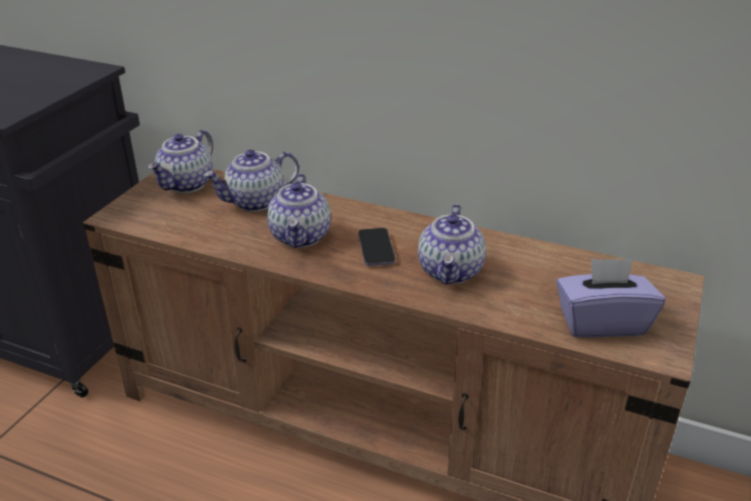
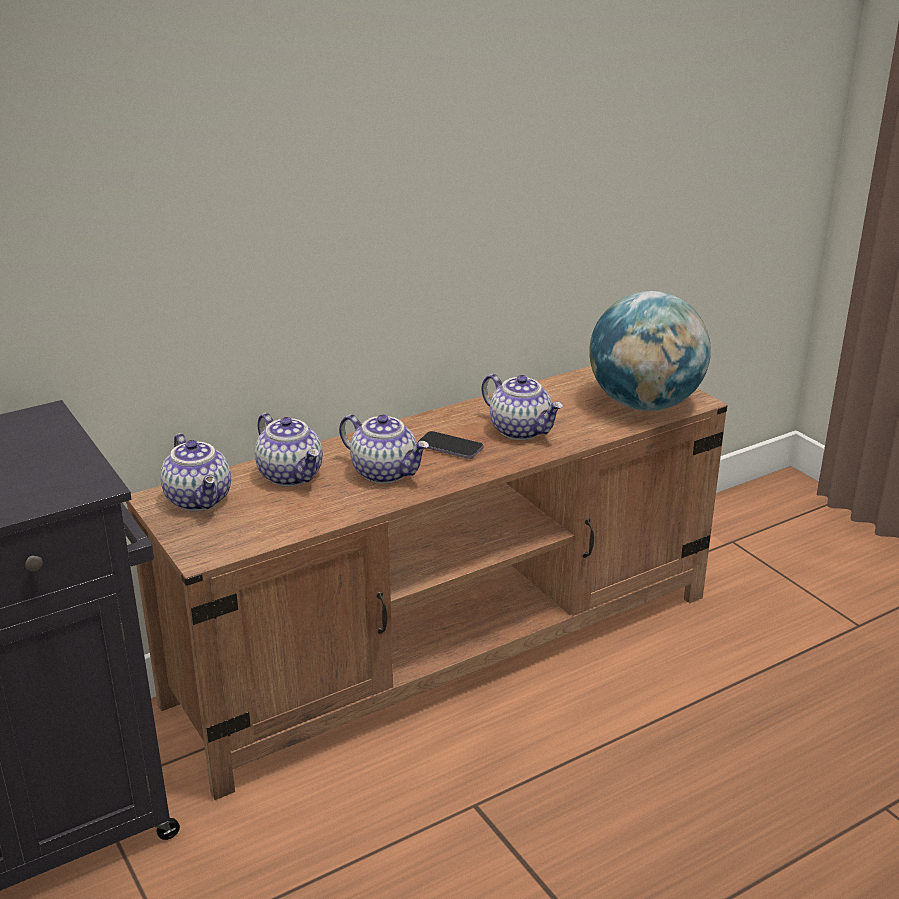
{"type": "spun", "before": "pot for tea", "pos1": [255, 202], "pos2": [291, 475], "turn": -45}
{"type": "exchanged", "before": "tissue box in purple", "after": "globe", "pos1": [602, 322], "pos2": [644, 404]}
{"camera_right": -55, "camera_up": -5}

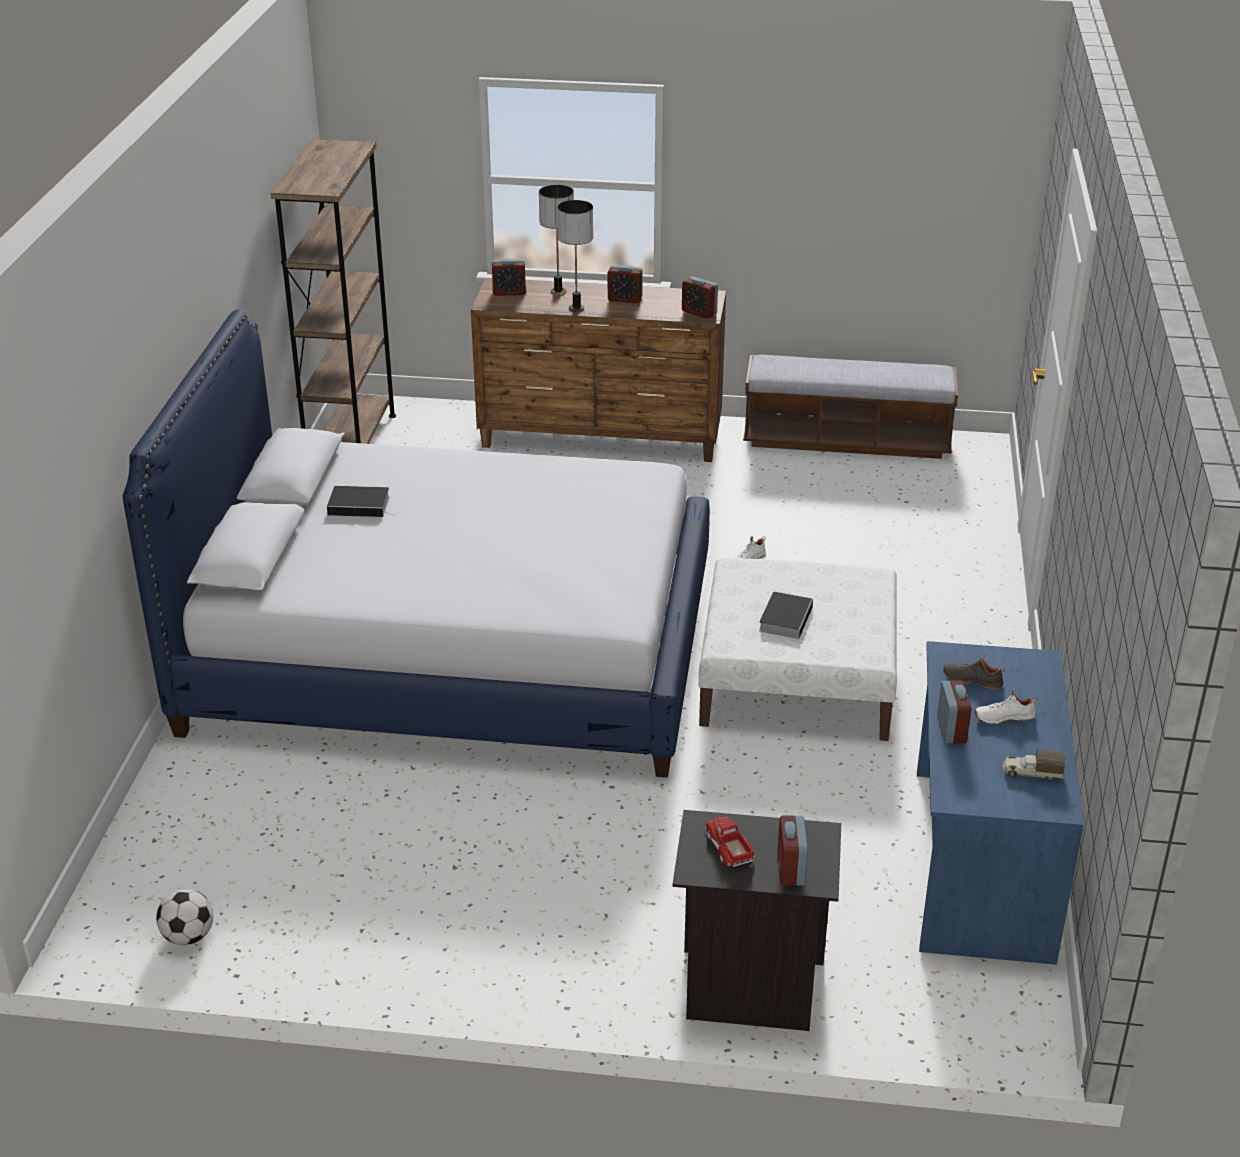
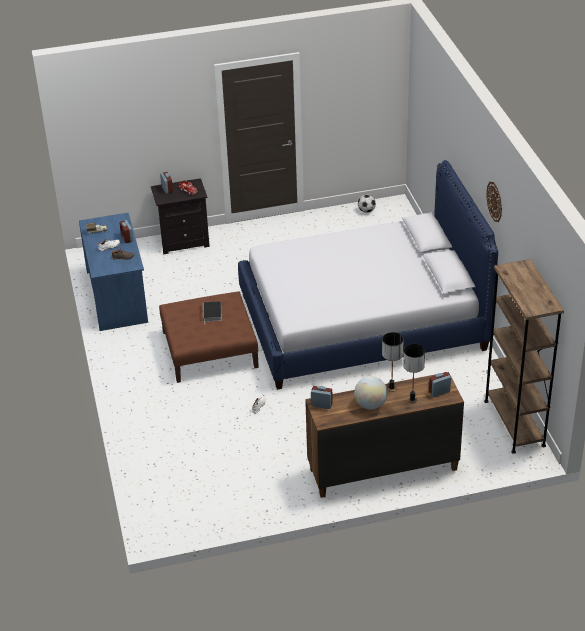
{"type": "missing", "before": "volume", "pos1": [361, 505]}
{"type": "exchanged", "before": "bedside clock", "after": "globe", "pos1": [625, 299], "pos2": [370, 404]}
{"type": "colour", "before": "pouffe in white-coloured", "after": "pouffe in brown-coloured", "pos1": [796, 677], "pos2": [210, 350]}
{"type": "missing", "before": "bench", "pos1": [846, 440]}
{"type": "appeared", "after": "hanging clock", "pos2": [494, 201]}
{"camera_right": 160, "camera_up": 5}

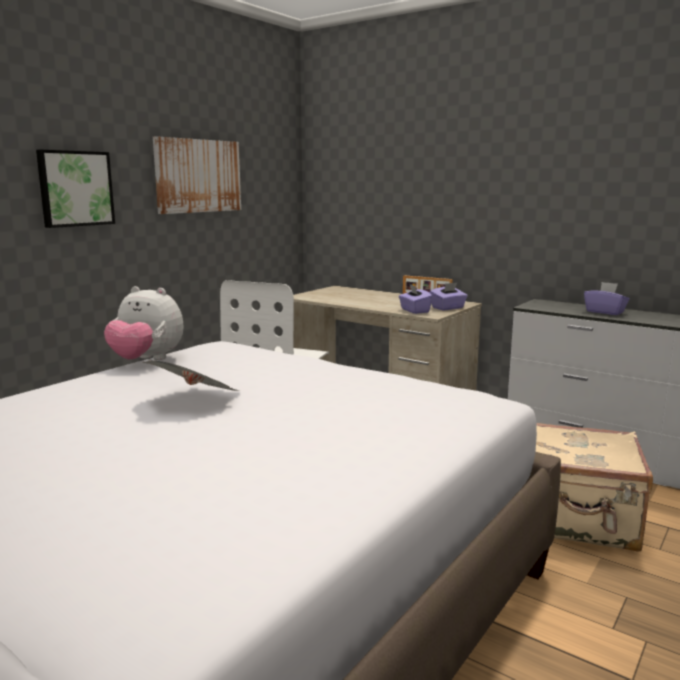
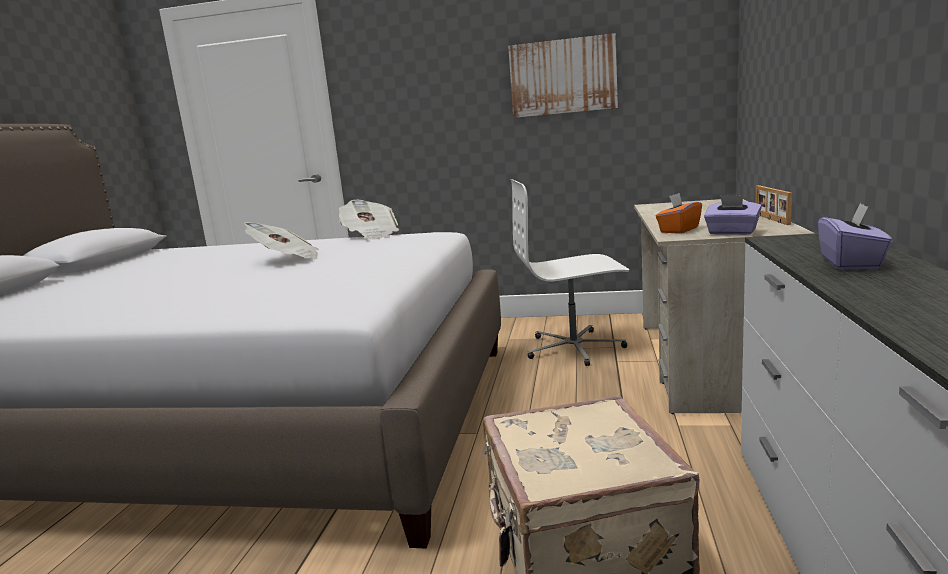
{"type": "missing", "before": "wall art", "pos1": [75, 188]}
{"type": "exchanged", "before": "cuddly toy", "after": "newspaper", "pos1": [146, 360], "pos2": [370, 235]}
{"type": "colour", "before": "tissue box in purple", "after": "tissue box in orangey", "pos1": [414, 311], "pos2": [678, 230]}
{"camera_right": 65, "camera_up": 0}

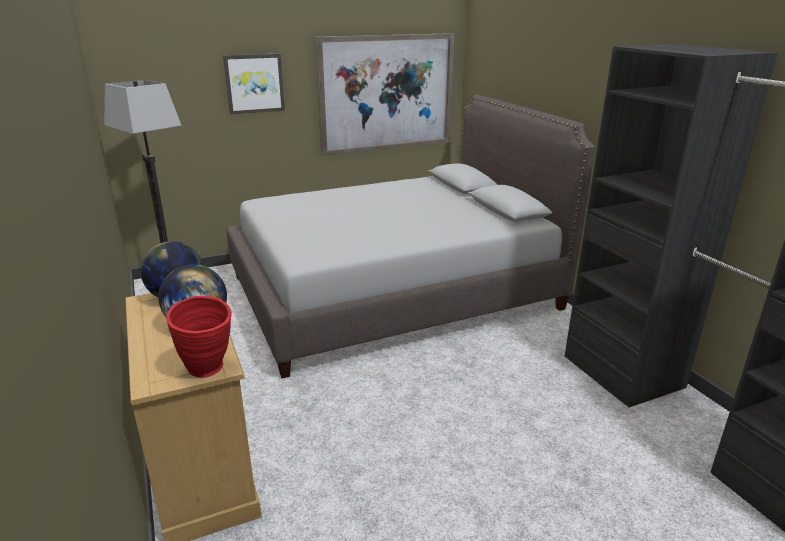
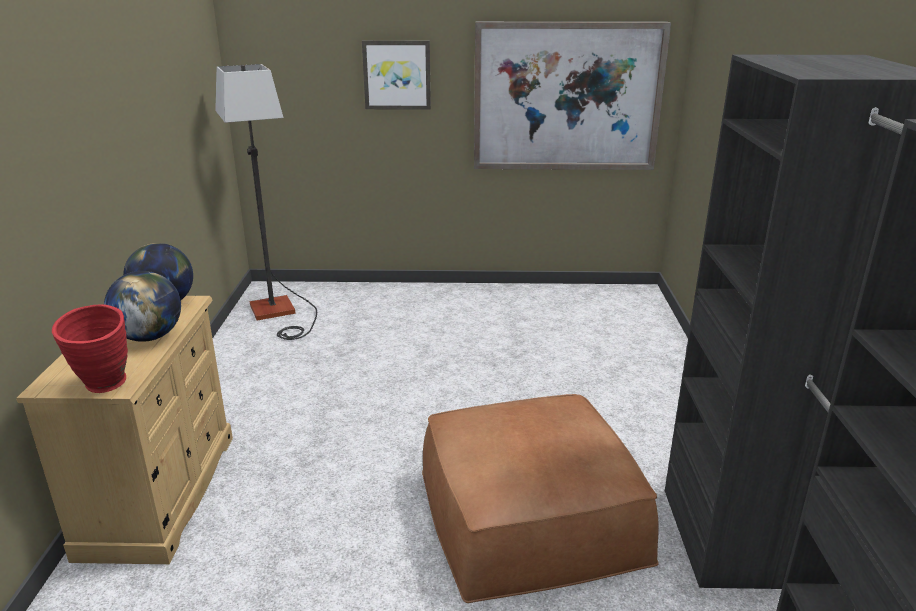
{"type": "missing", "before": "sleeping bed in grey", "pos1": [393, 292]}
{"type": "appeared", "after": "pouffe in brown-coloured", "pos2": [530, 514]}
{"camera_right": 25, "camera_up": 0}

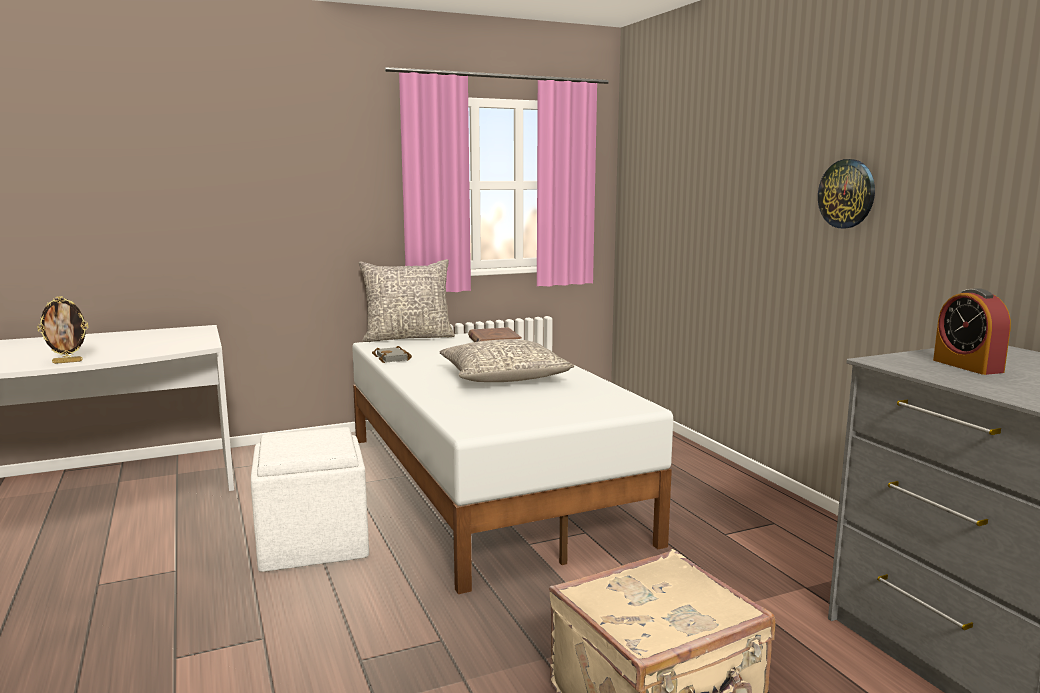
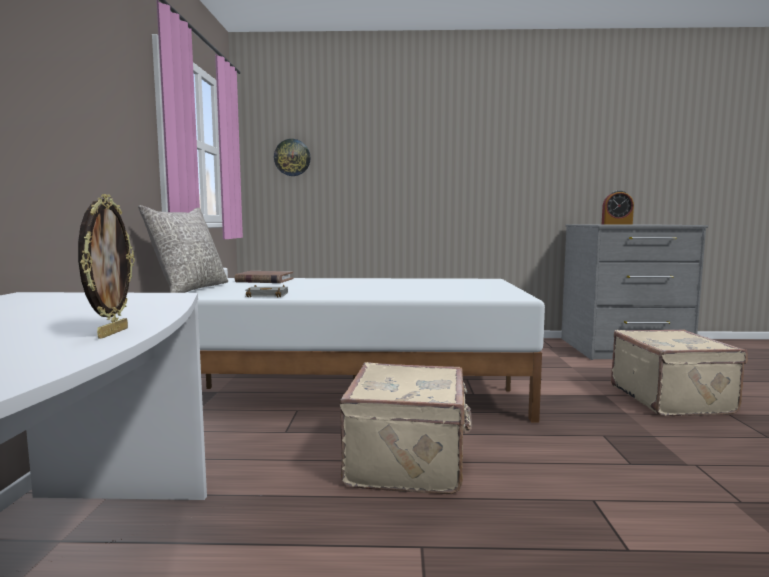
{"type": "exchanged", "before": "pouffe in white-coloured", "after": "piece of luggage in beige-coloured", "pos1": [314, 542], "pos2": [409, 462]}
{"type": "missing", "before": "throw pillow in grey", "pos1": [504, 377]}
{"type": "relocated", "before": "hanging clock", "pos1": [847, 194], "pos2": [292, 157]}
{"camera_right": -65, "camera_up": -5}

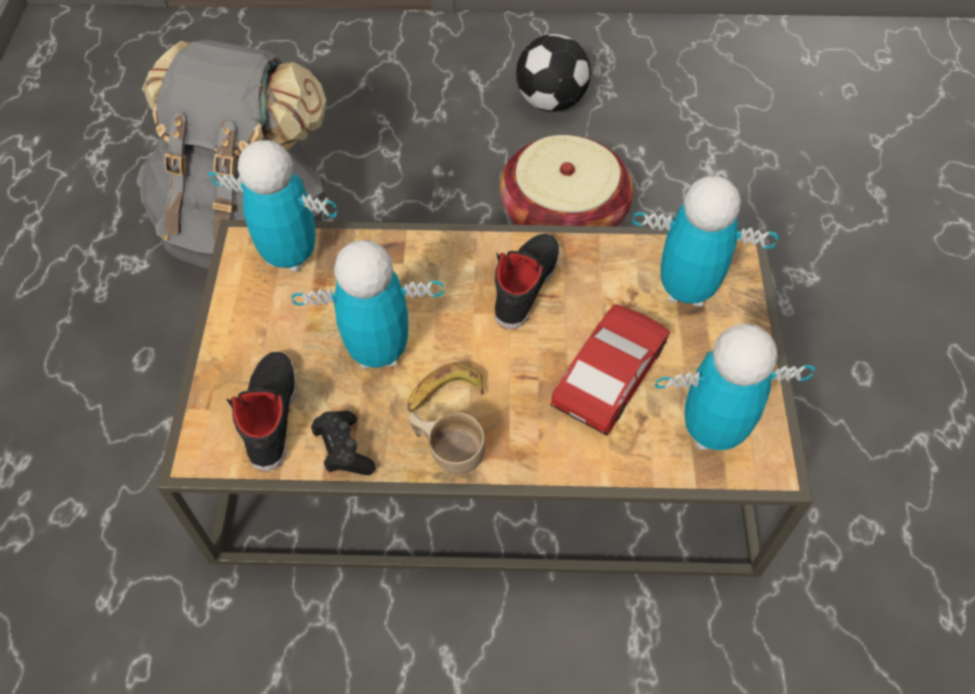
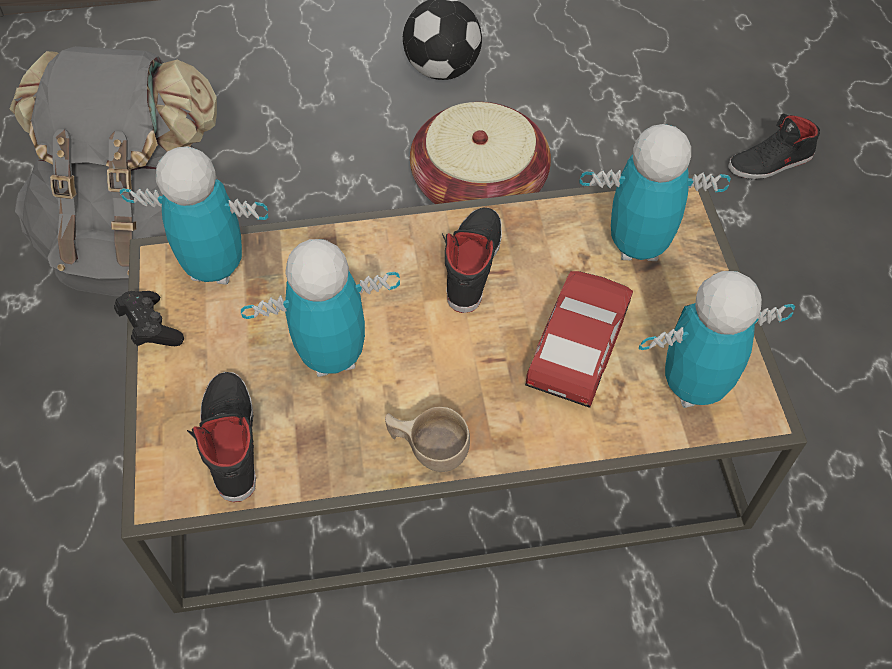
{"type": "relocated", "before": "game controller in black-coloured", "pos1": [344, 450], "pos2": [151, 328]}
{"type": "missing", "before": "whole banana", "pos1": [444, 394]}
{"type": "appeared", "after": "item of footwear in black-coloured", "pos2": [770, 163]}
{"camera_right": -10, "camera_up": 0}

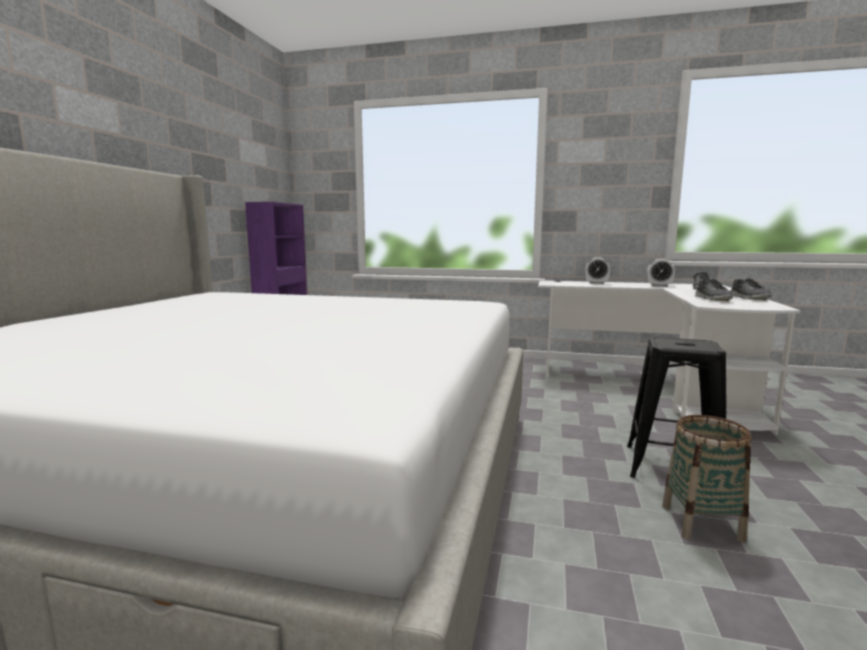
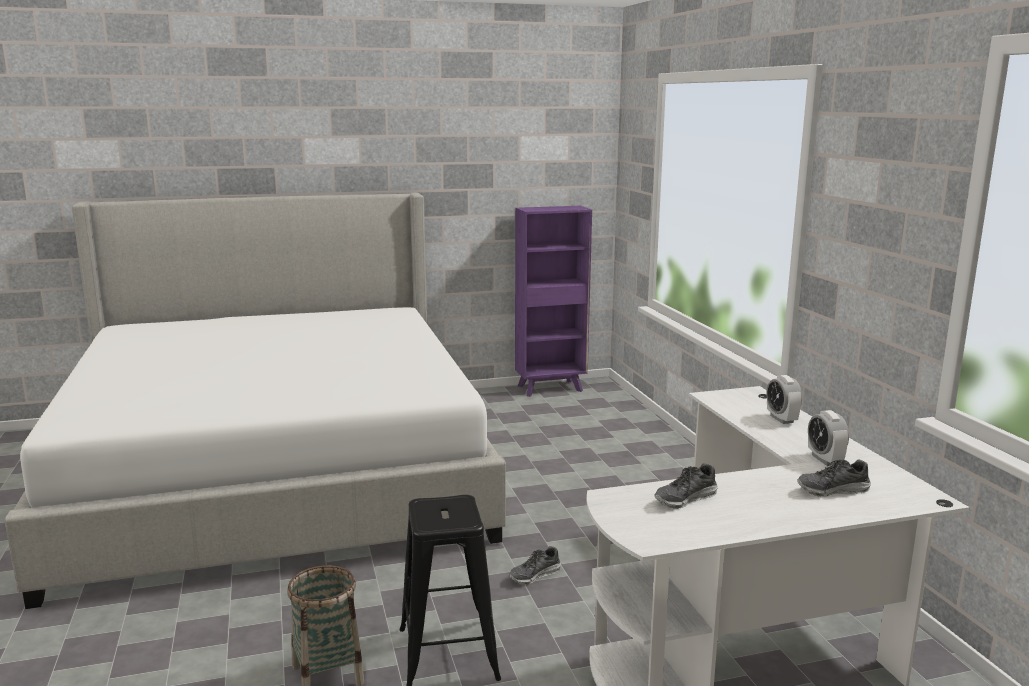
{"type": "relocated", "before": "item of footwear", "pos1": [748, 298], "pos2": [535, 575]}
{"camera_right": 60, "camera_up": 5}

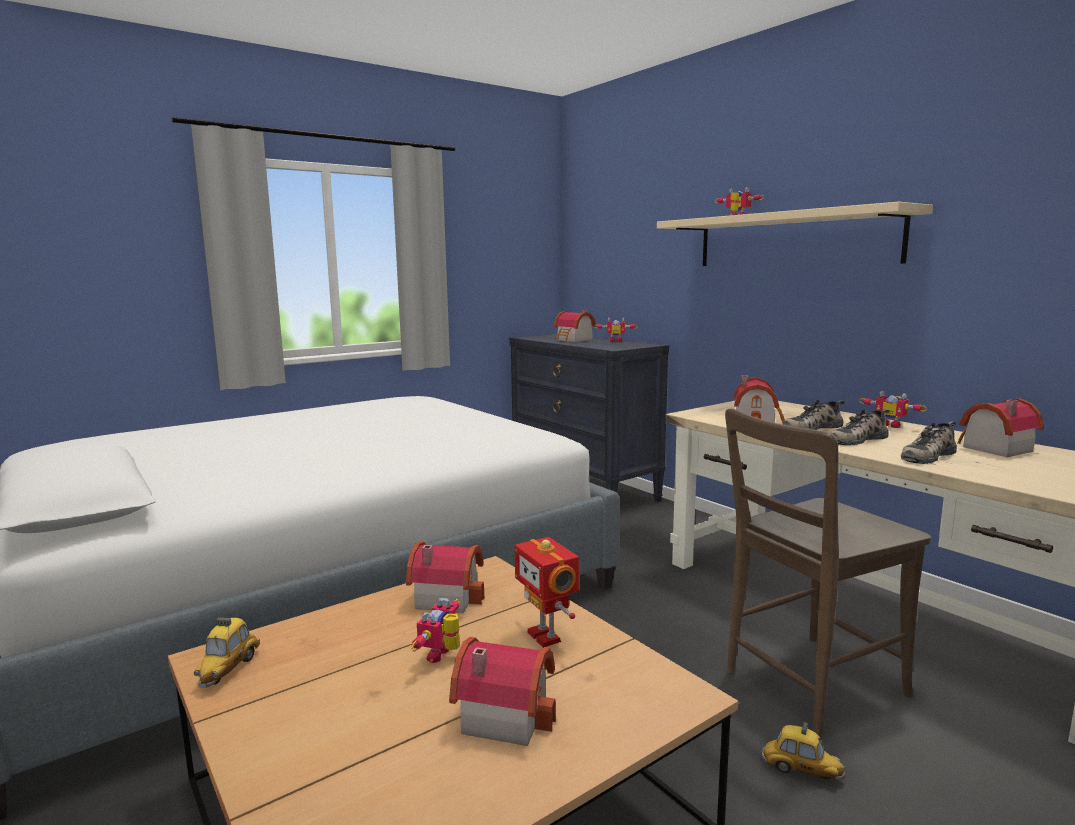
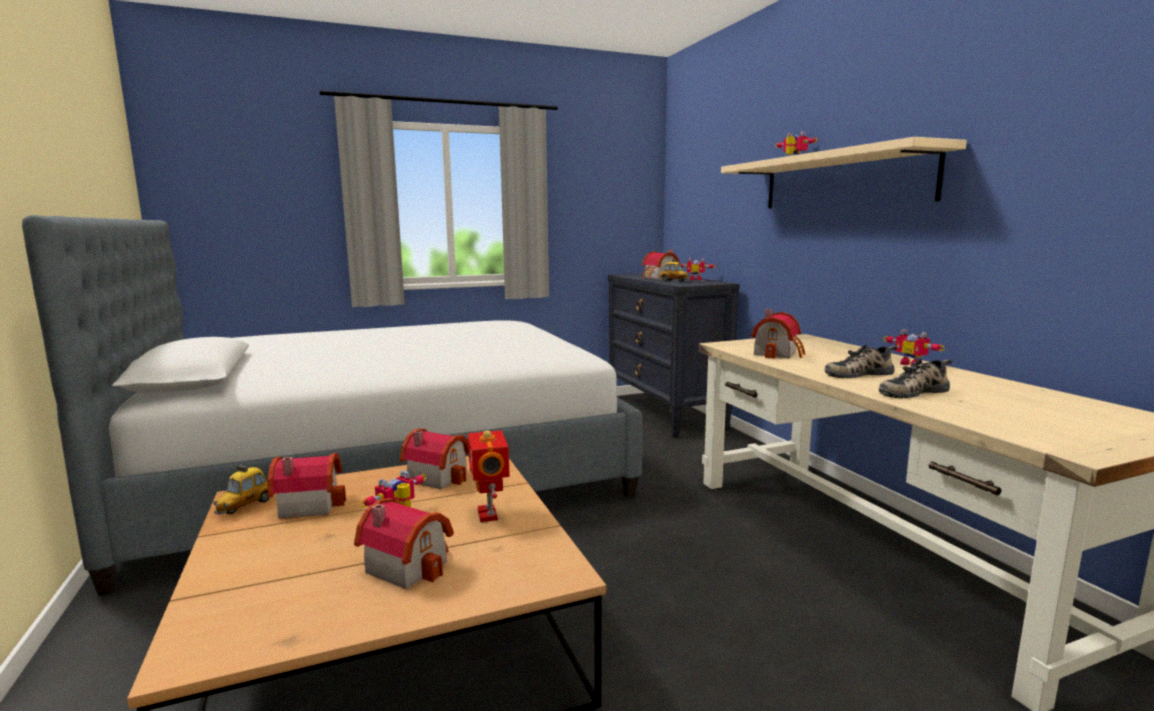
{"type": "missing", "before": "upright chair in brown-coloured", "pos1": [807, 685]}
{"type": "relocated", "before": "model car", "pos1": [801, 770], "pos2": [673, 281]}
{"type": "missing", "before": "item of footwear", "pos1": [812, 427]}
{"type": "relocated", "before": "miniature house", "pos1": [992, 448], "pos2": [308, 504]}
{"camera_right": 15, "camera_up": 0}

